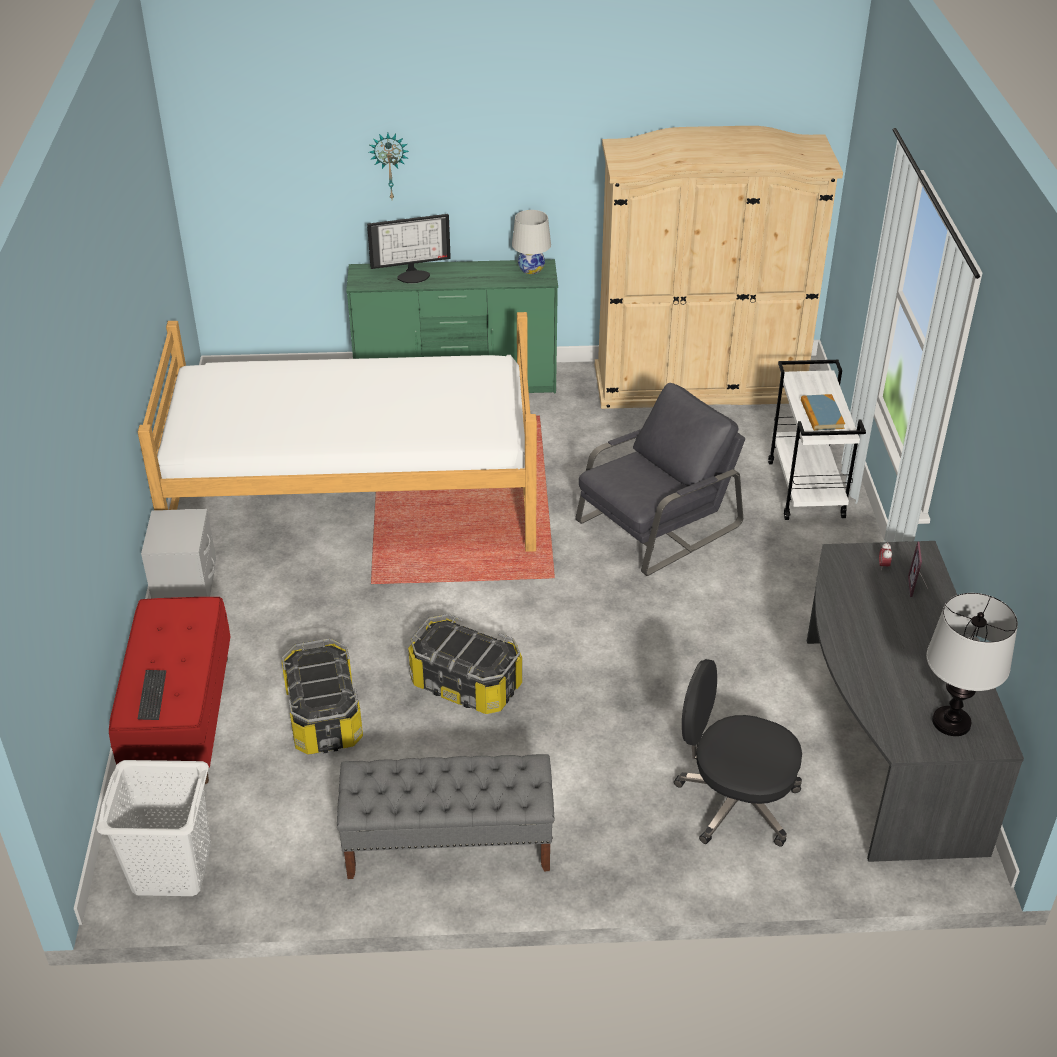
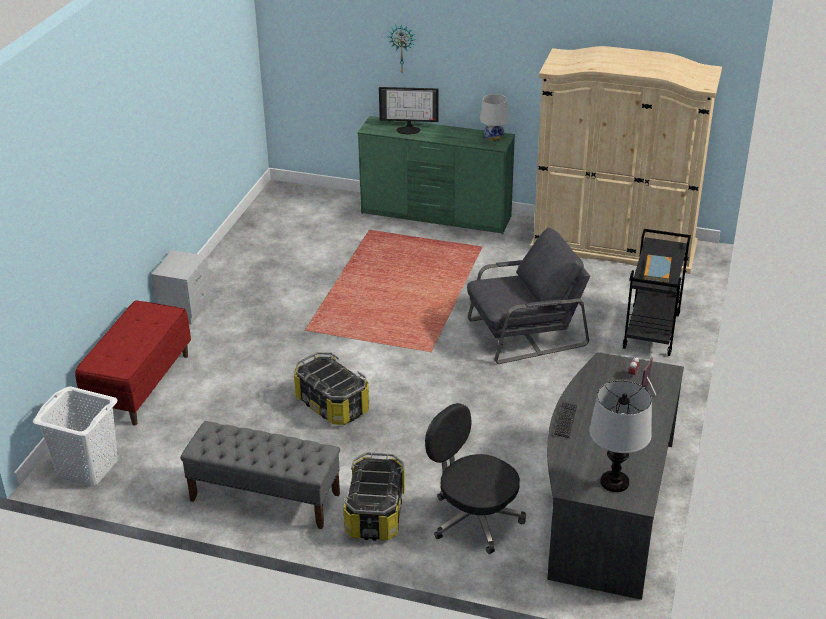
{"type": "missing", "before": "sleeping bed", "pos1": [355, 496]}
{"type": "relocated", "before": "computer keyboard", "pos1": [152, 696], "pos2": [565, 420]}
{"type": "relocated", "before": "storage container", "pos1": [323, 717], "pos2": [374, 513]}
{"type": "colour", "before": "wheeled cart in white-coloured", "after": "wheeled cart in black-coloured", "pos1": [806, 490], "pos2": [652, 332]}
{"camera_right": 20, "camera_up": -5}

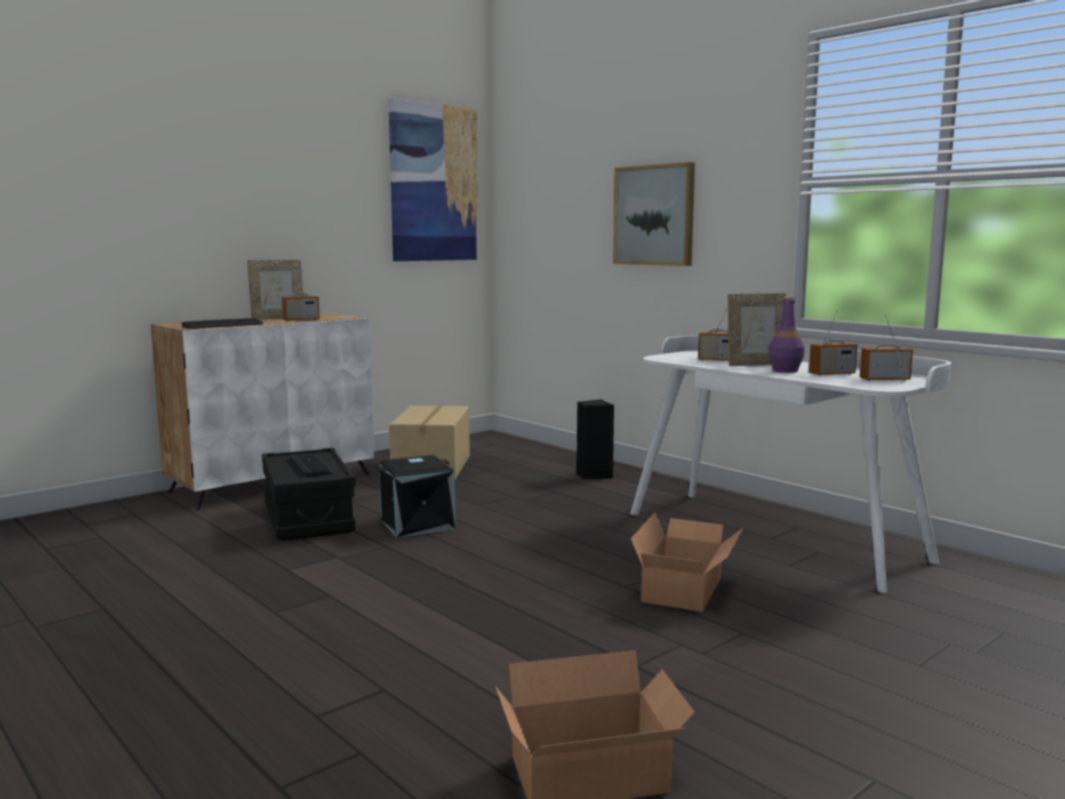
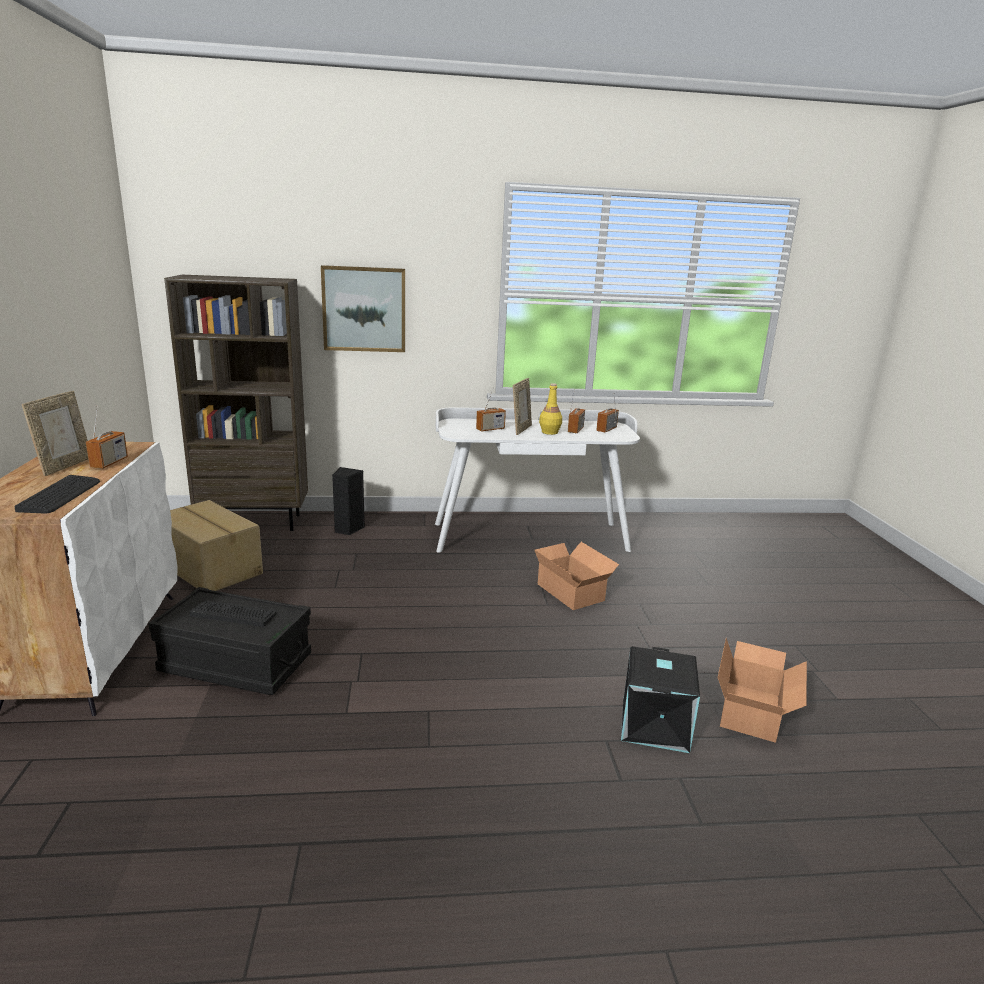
{"type": "relocated", "before": "storage container in black-coloured", "pos1": [417, 524], "pos2": [656, 725]}
{"type": "missing", "before": "wall art", "pos1": [433, 183]}
{"type": "colour", "before": "bottle in purple", "after": "bottle in yellow-coloured", "pos1": [785, 370], "pos2": [549, 432]}
{"type": "appeared", "after": "bookcase in brown-coloured", "pos2": [254, 522]}
{"camera_right": -55, "camera_up": 10}

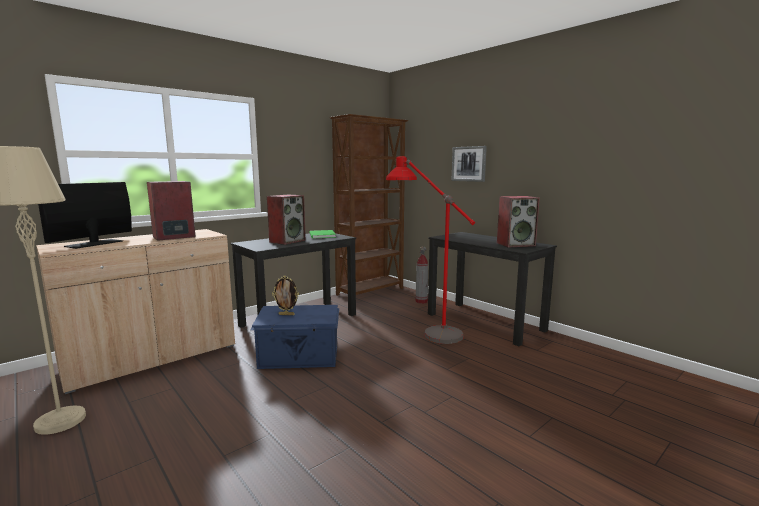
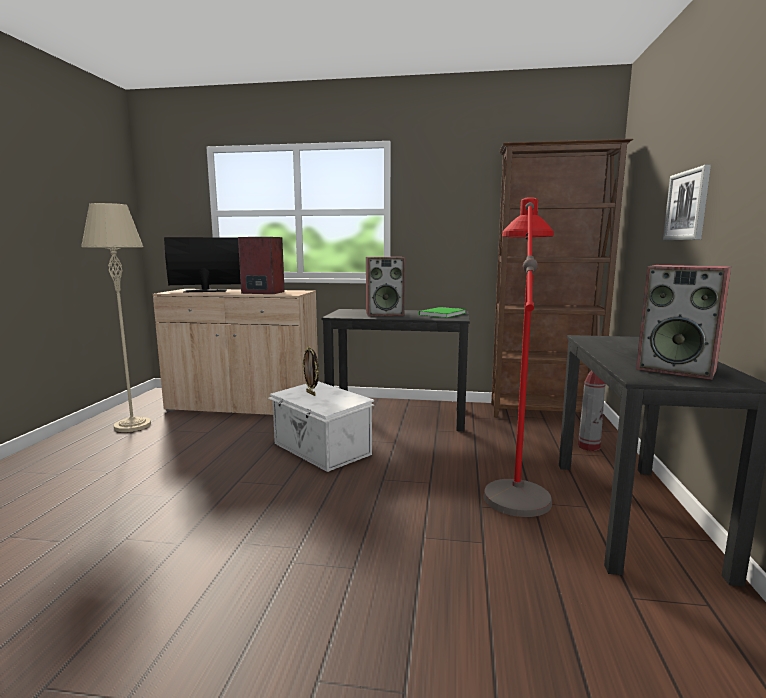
{"type": "colour", "before": "storage container in blue-coloured", "after": "storage container in white-coloured", "pos1": [299, 357], "pos2": [321, 449]}
{"camera_right": 50, "camera_up": 0}

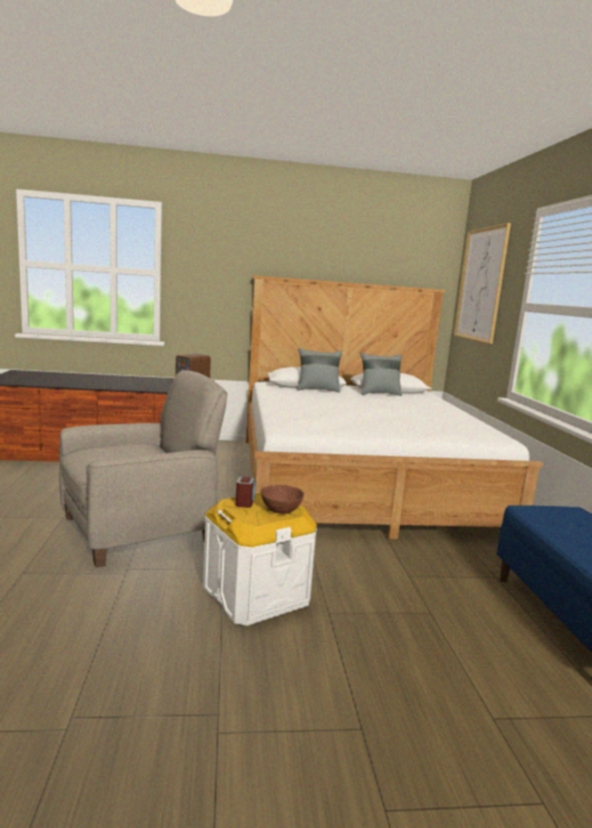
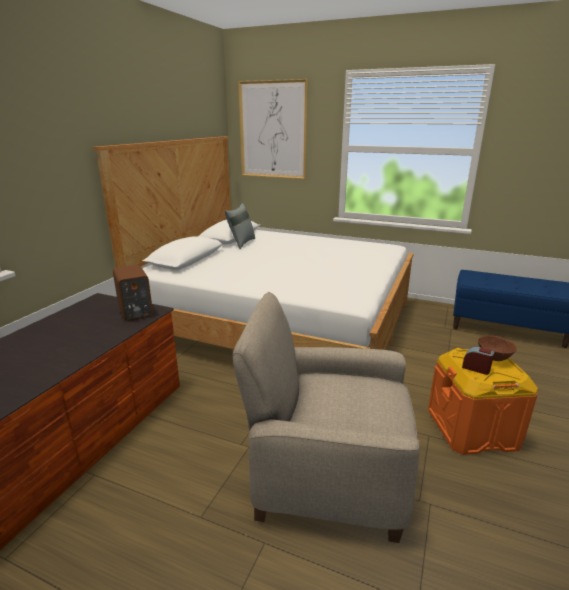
{"type": "spun", "before": "lounge chair in beige-coloured", "pos1": [140, 529], "pos2": [327, 473], "turn": -75}
{"type": "colour", "before": "storage container in white-coloured", "after": "storage container in orangey", "pos1": [255, 594], "pos2": [472, 429]}
{"type": "missing", "before": "throw pillow in grey", "pos1": [317, 390]}
{"camera_right": -60, "camera_up": 10}

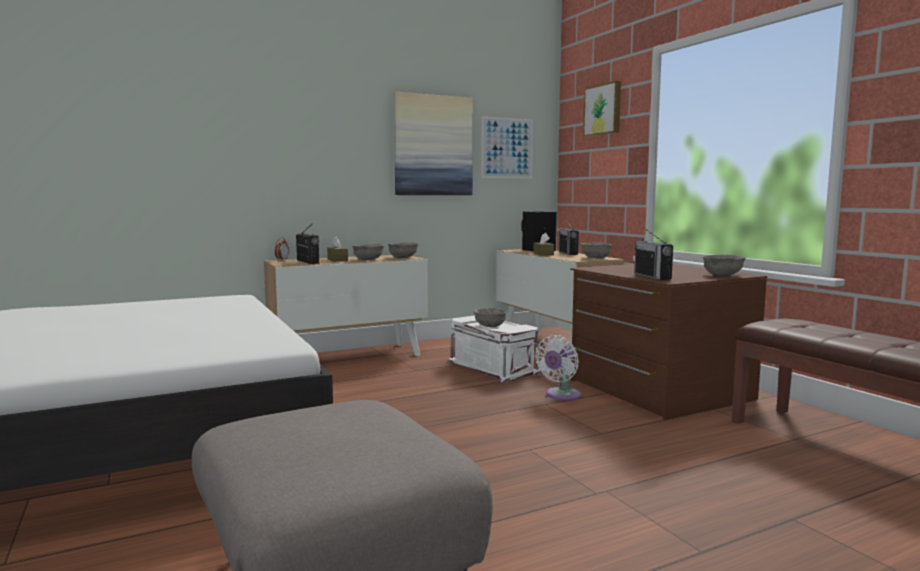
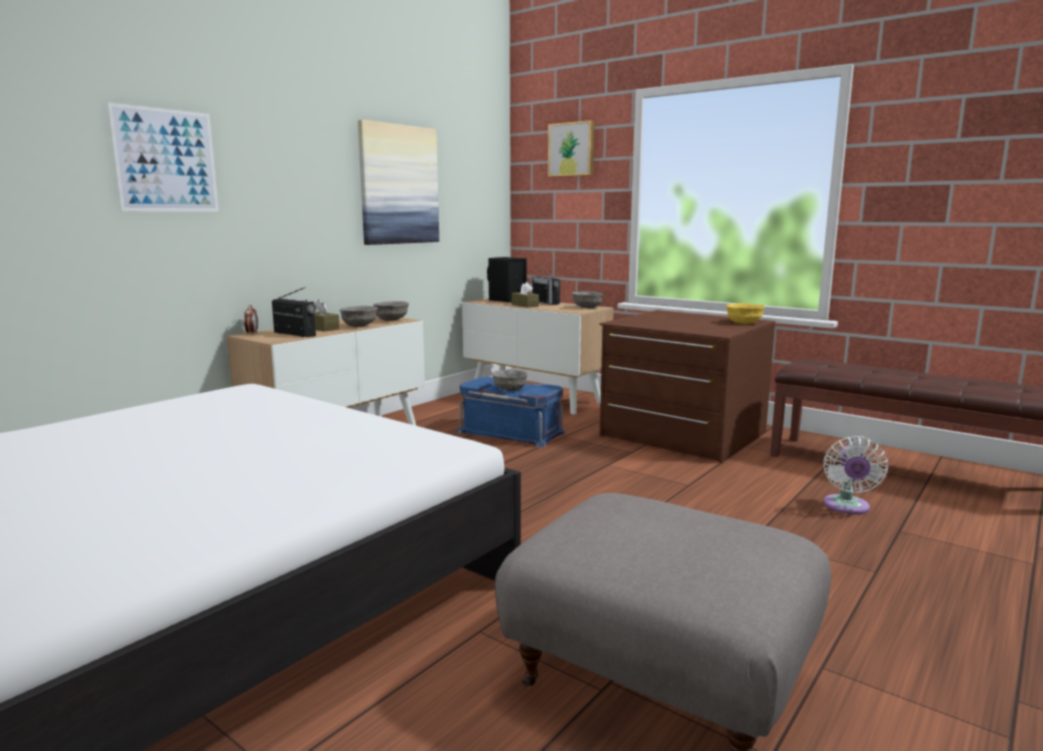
{"type": "colour", "before": "storage container in white-coloured", "after": "storage container in blue-coloured", "pos1": [494, 367], "pos2": [511, 432]}
{"type": "relocated", "before": "wall art", "pos1": [507, 148], "pos2": [166, 160]}
{"type": "relocated", "before": "fan in white-coloured", "pos1": [561, 396], "pos2": [847, 507]}
{"type": "missing", "before": "radio", "pos1": [652, 277]}
{"type": "colour", "before": "serving bowl in grey", "after": "serving bowl in yellow-coloured", "pos1": [723, 275], "pos2": [744, 323]}
{"camera_right": -25, "camera_up": 5}

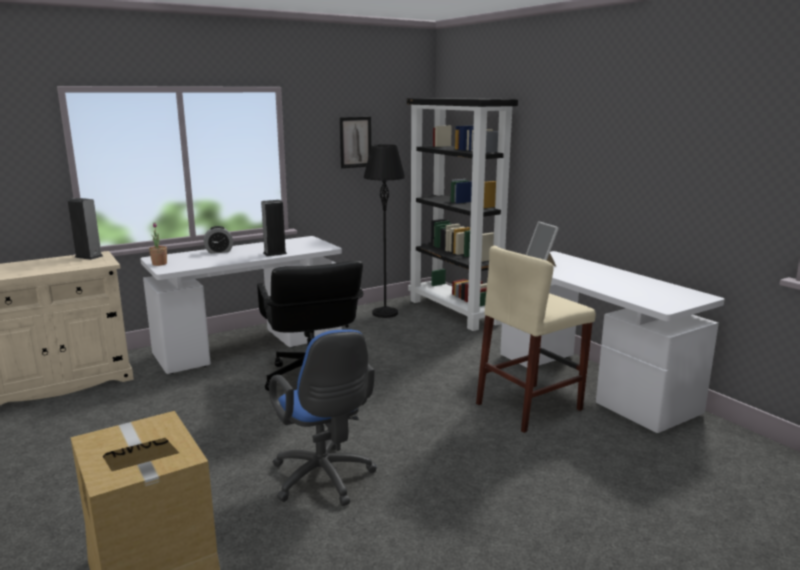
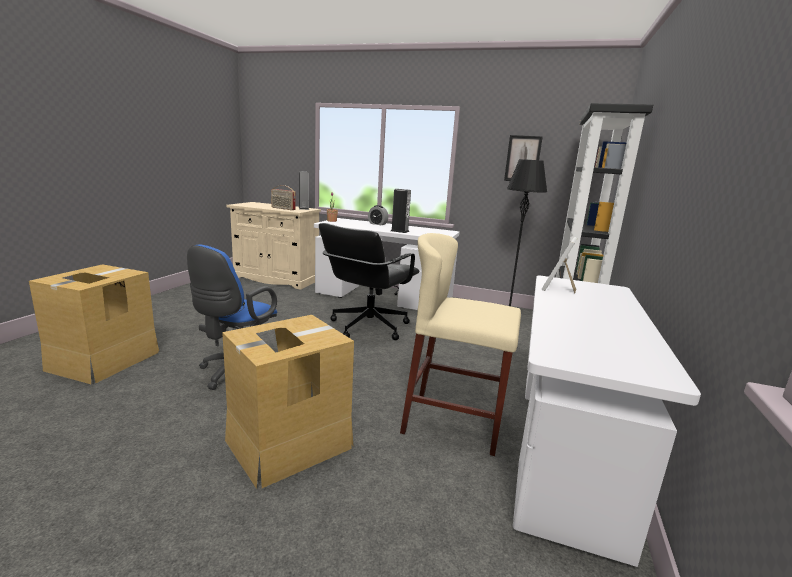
{"type": "appeared", "after": "cardboard box", "pos2": [288, 443]}
{"type": "appeared", "after": "radio", "pos2": [283, 208]}
{"camera_right": 50, "camera_up": 0}

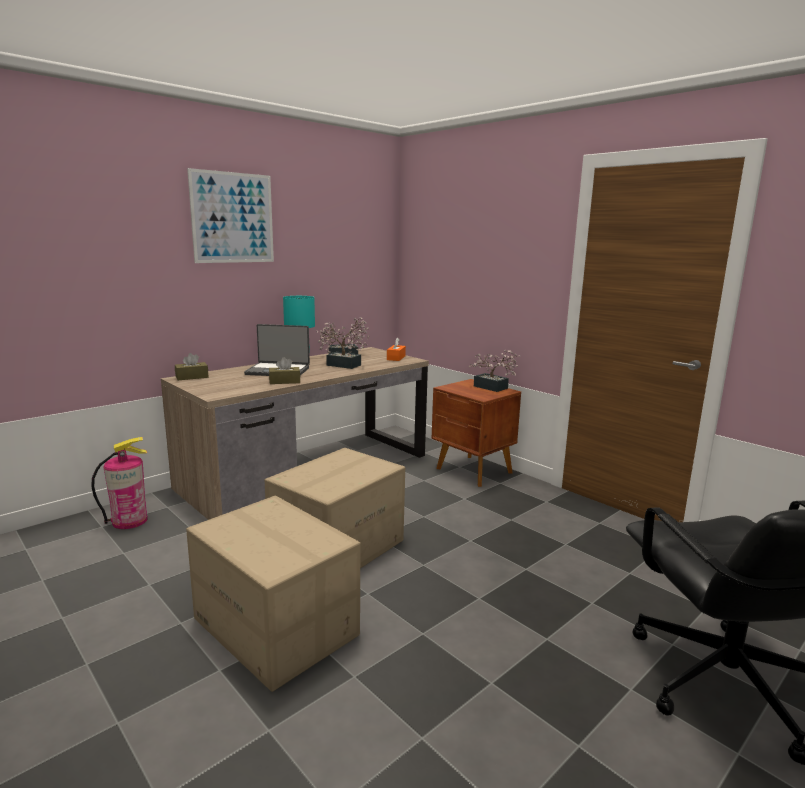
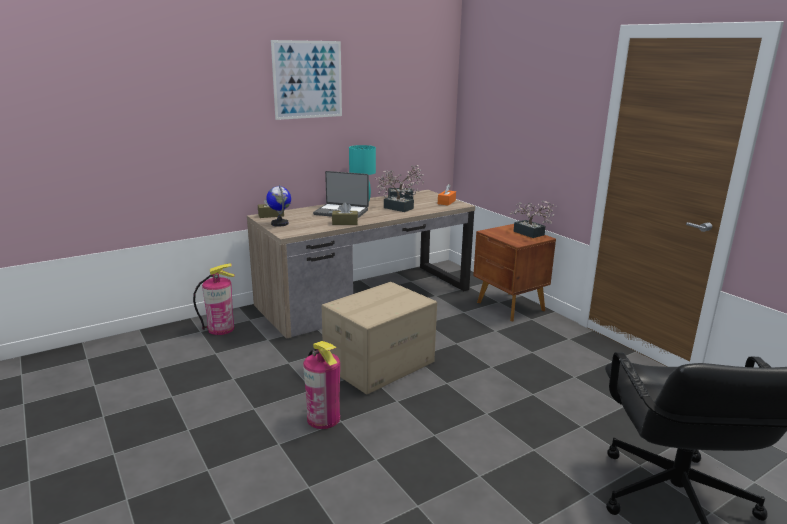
{"type": "exchanged", "before": "cardboard box", "after": "fire extinguisher", "pos1": [277, 626], "pos2": [323, 418]}
{"type": "appeared", "after": "globe", "pos2": [280, 223]}
{"camera_right": 10, "camera_up": 5}

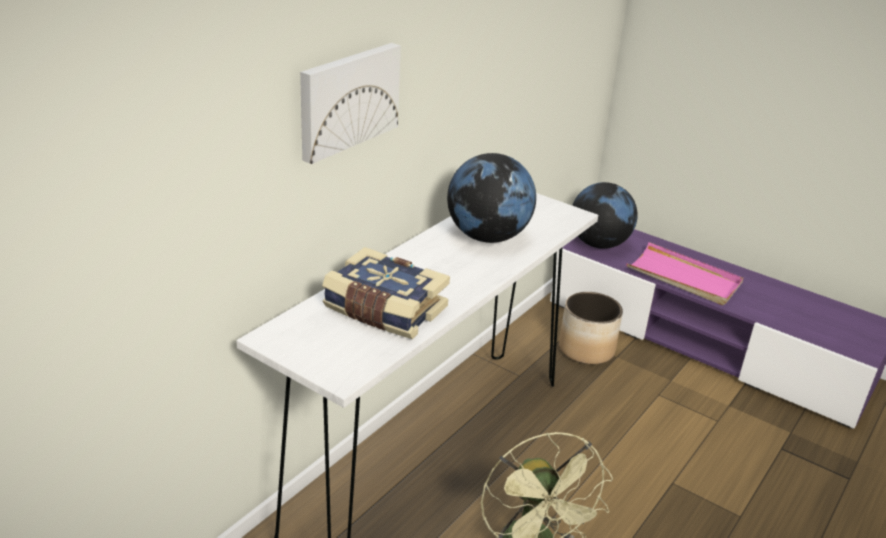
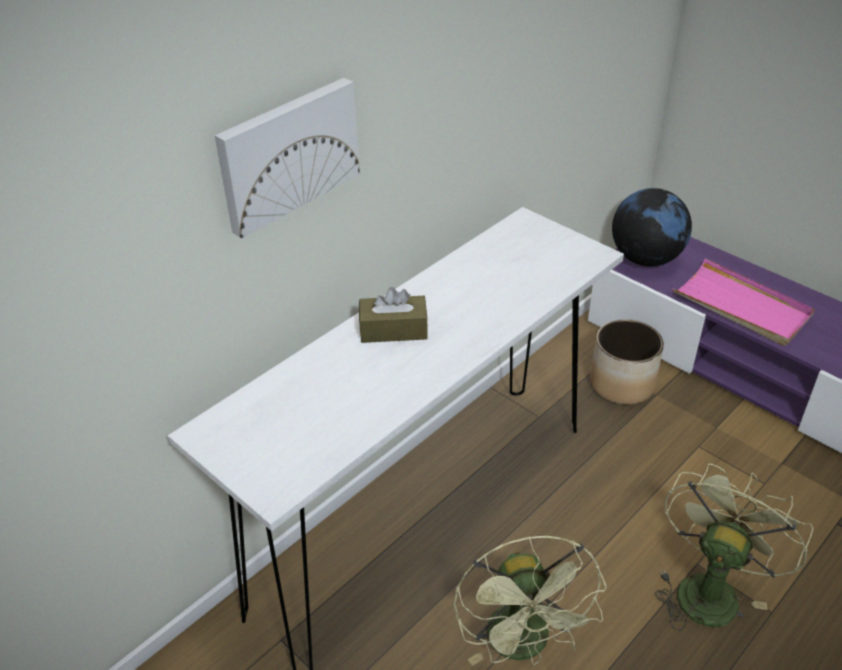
{"type": "missing", "before": "volume", "pos1": [384, 310]}
{"type": "missing", "before": "globe", "pos1": [487, 237]}
{"type": "appeared", "after": "tissue box in brown-coloured", "pos2": [393, 330]}
{"type": "appeared", "after": "fan in greenish", "pos2": [709, 588]}
{"camera_right": 10, "camera_up": 10}

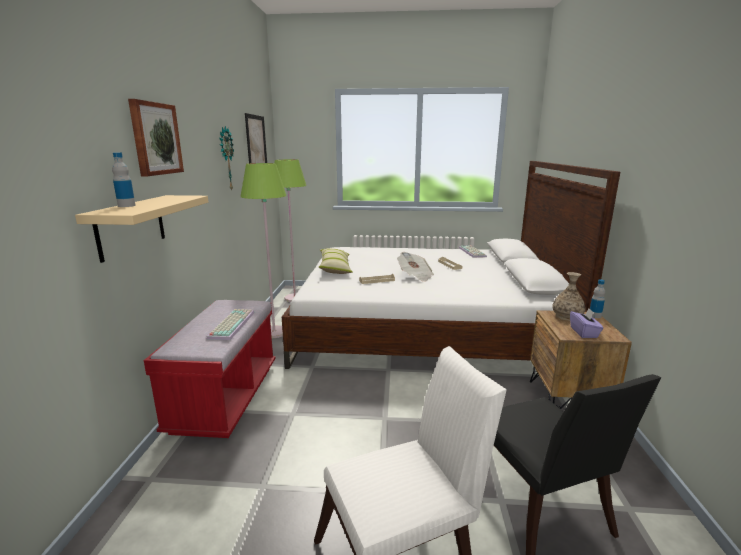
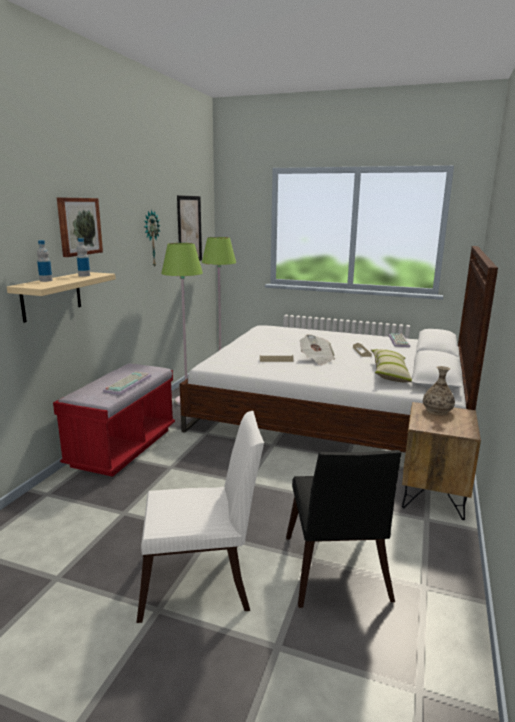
{"type": "relocated", "before": "throw pillow", "pos1": [335, 268], "pos2": [390, 373]}
{"type": "missing", "before": "tissue box in purple", "pos1": [584, 332]}
{"type": "relocated", "before": "bottle", "pos1": [595, 316], "pos2": [84, 275]}
{"camera_right": 15, "camera_up": 0}

